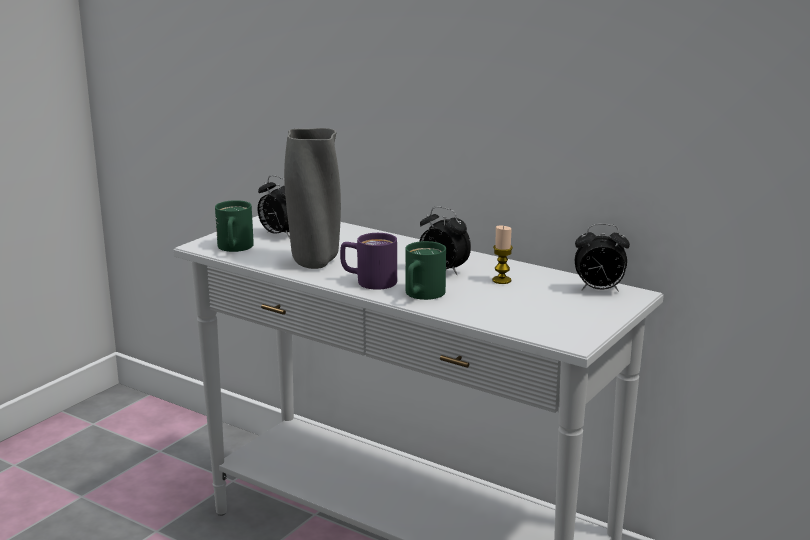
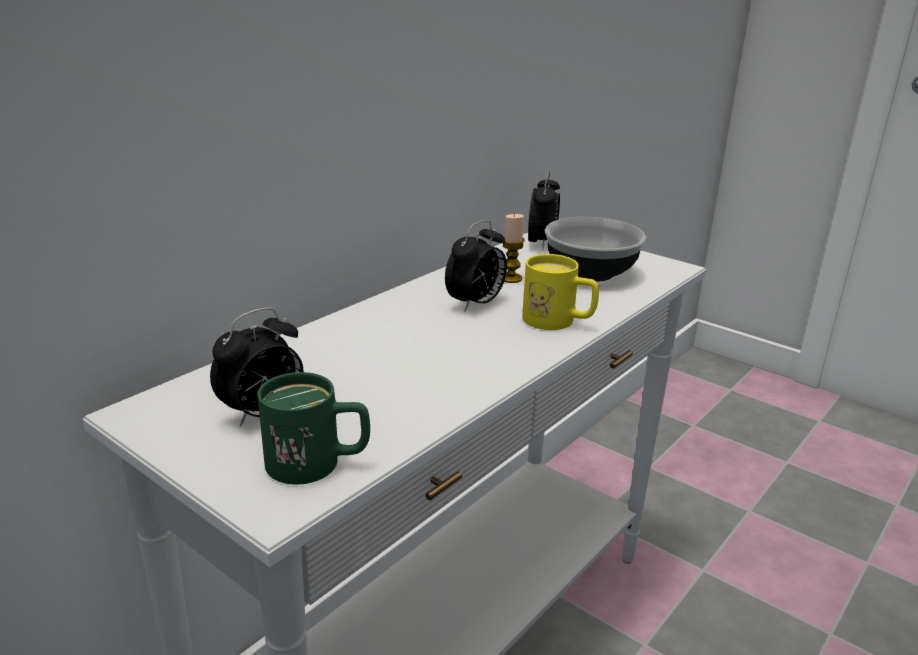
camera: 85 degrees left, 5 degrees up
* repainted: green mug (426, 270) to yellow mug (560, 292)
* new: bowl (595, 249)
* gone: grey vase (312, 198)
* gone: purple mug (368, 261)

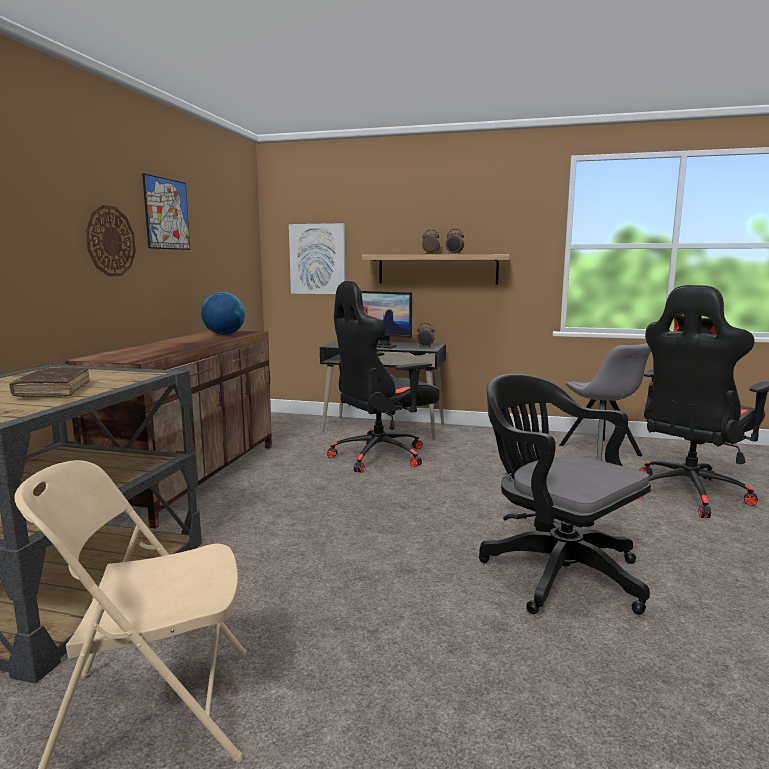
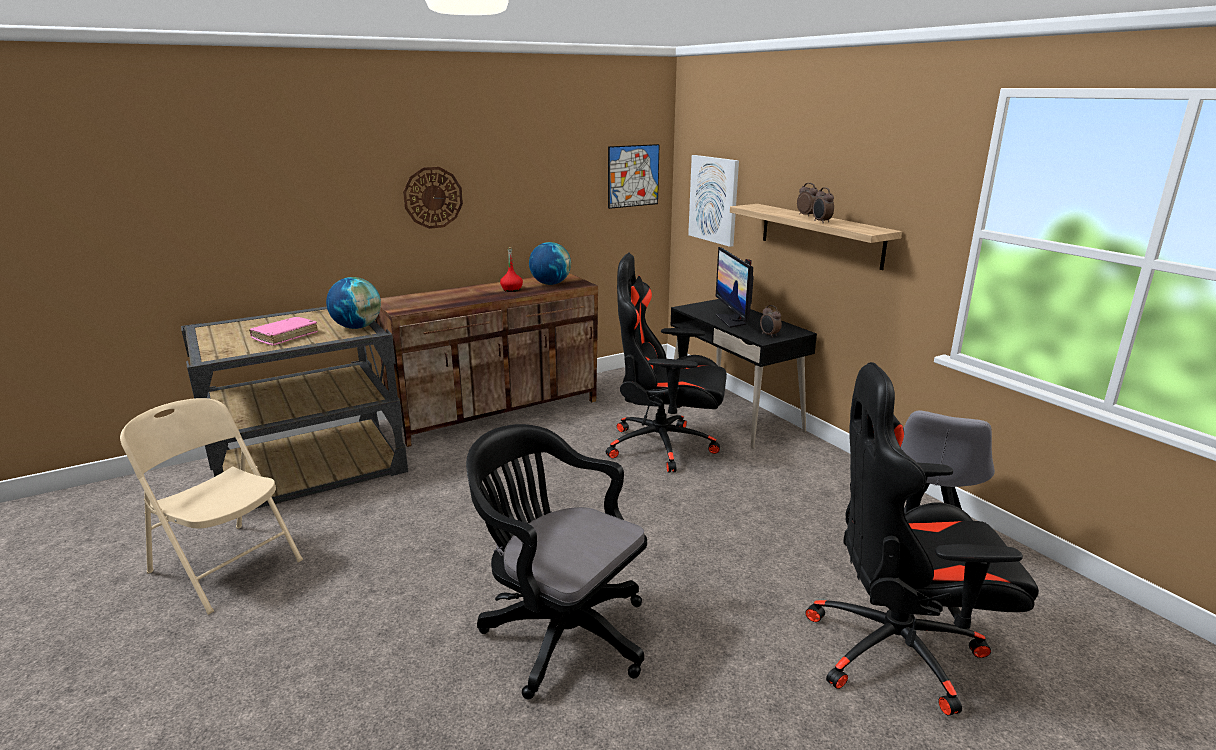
camera: 45 degrees right, 10 degrees up
* repainted: brown book (49, 382) to pink book (283, 331)
* new: globe (353, 303)
* rotated: black office chair (565, 494) = (556, 561) 60 degrees counterclockwise
* new: red bottle (511, 269)
* shifted: picture (166, 211) to (634, 176)

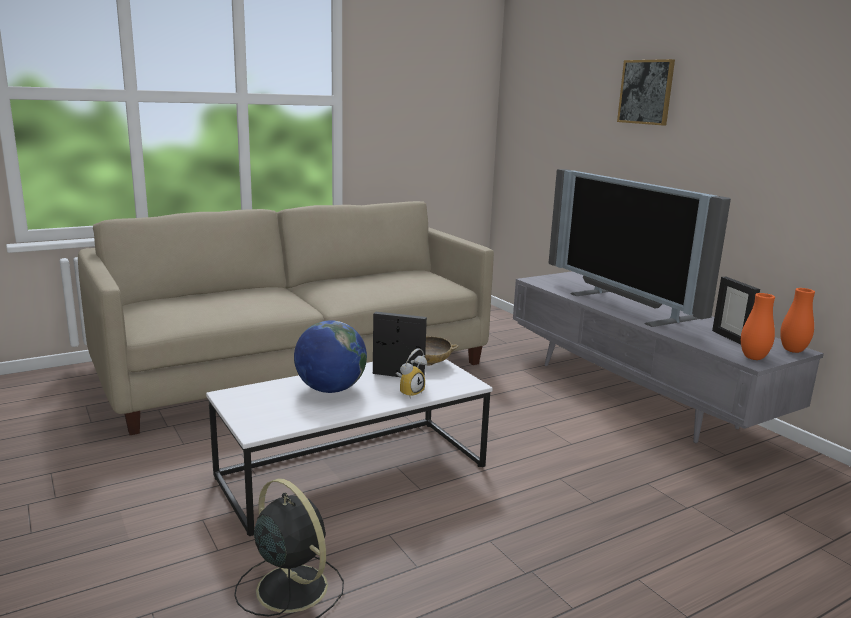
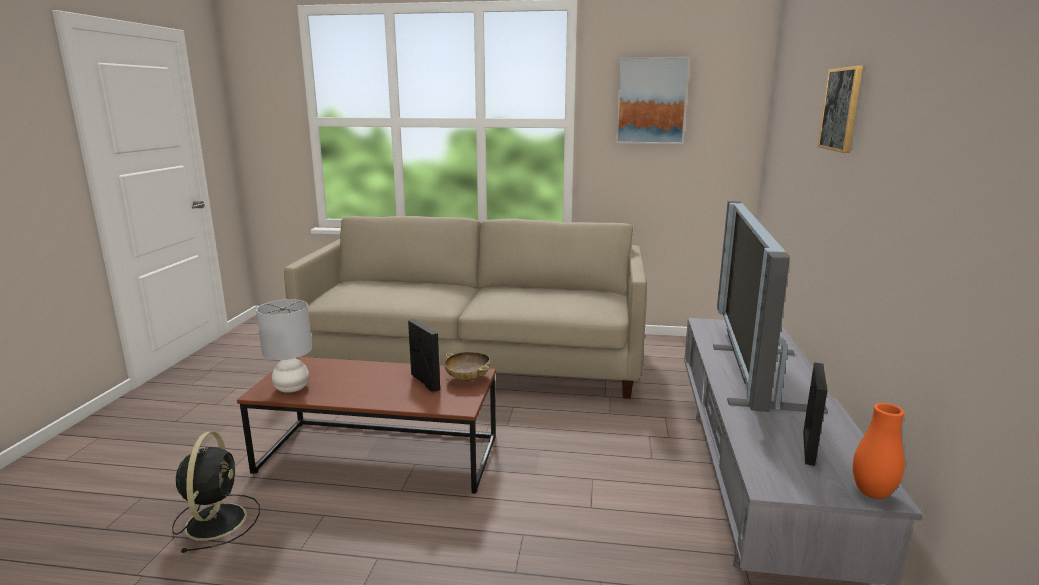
camera: 40 degrees right, 0 degrees up
* repainted: white coffee table (349, 447) to brown coffee table (366, 425)
* new: grey table lamp (284, 346)
* new: picture (653, 100)
* gone: globe (330, 356)
* gone: alarm clock (411, 373)
* gone: orange vase (758, 326)

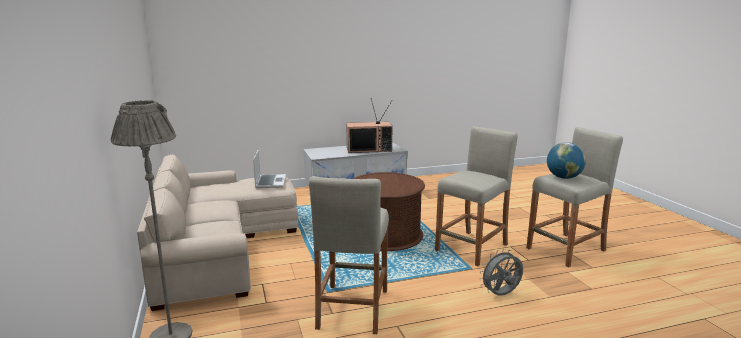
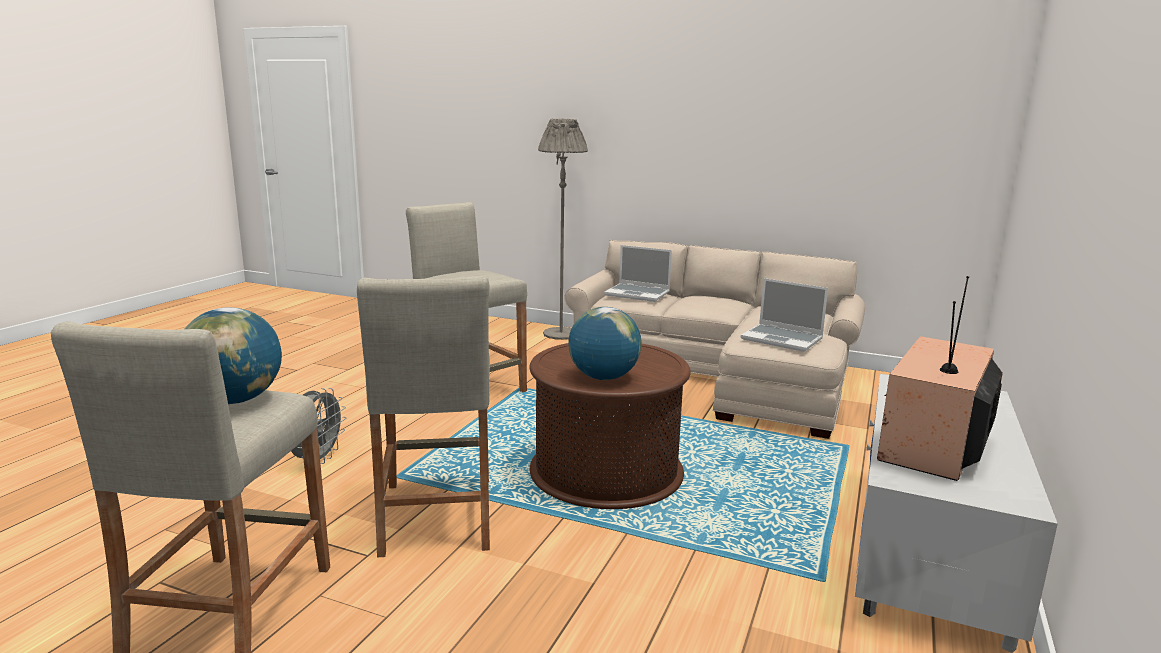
camera: 130 degrees right, 0 degrees up
* new: globe (605, 343)
* new: laptop (638, 273)

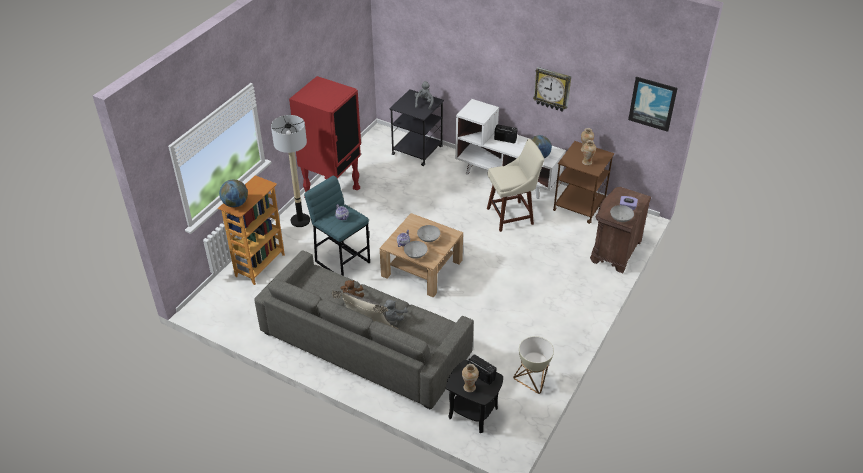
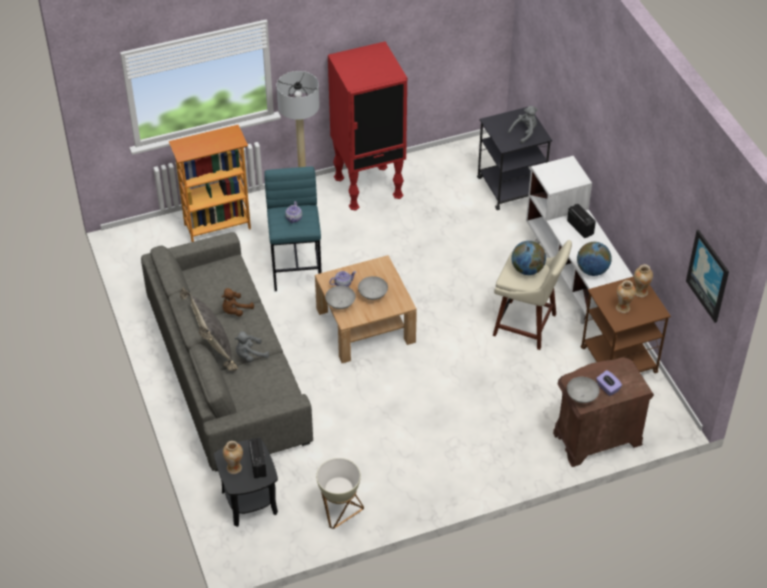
camera: 40 degrees right, 5 degrees up
* shifted: globe (233, 193) to (528, 258)
* gone: wall clock (552, 89)

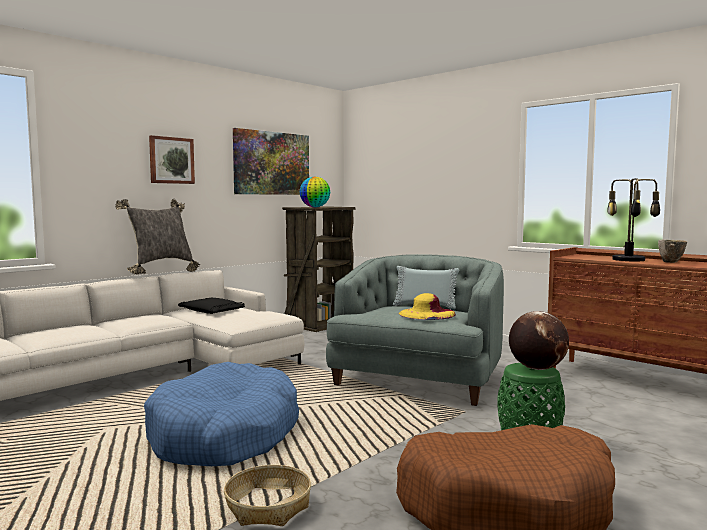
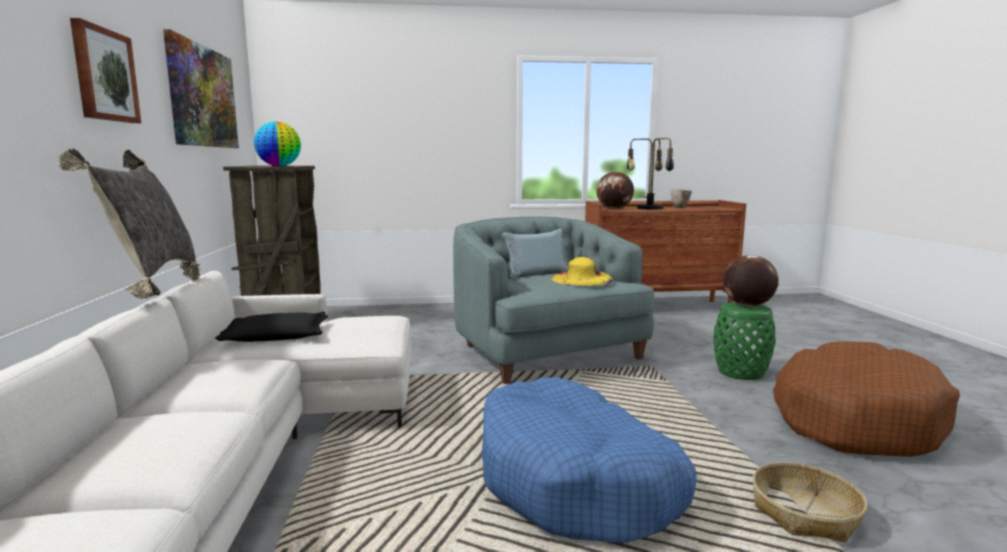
camera: 50 degrees left, 5 degrees up
* new: globe (615, 190)

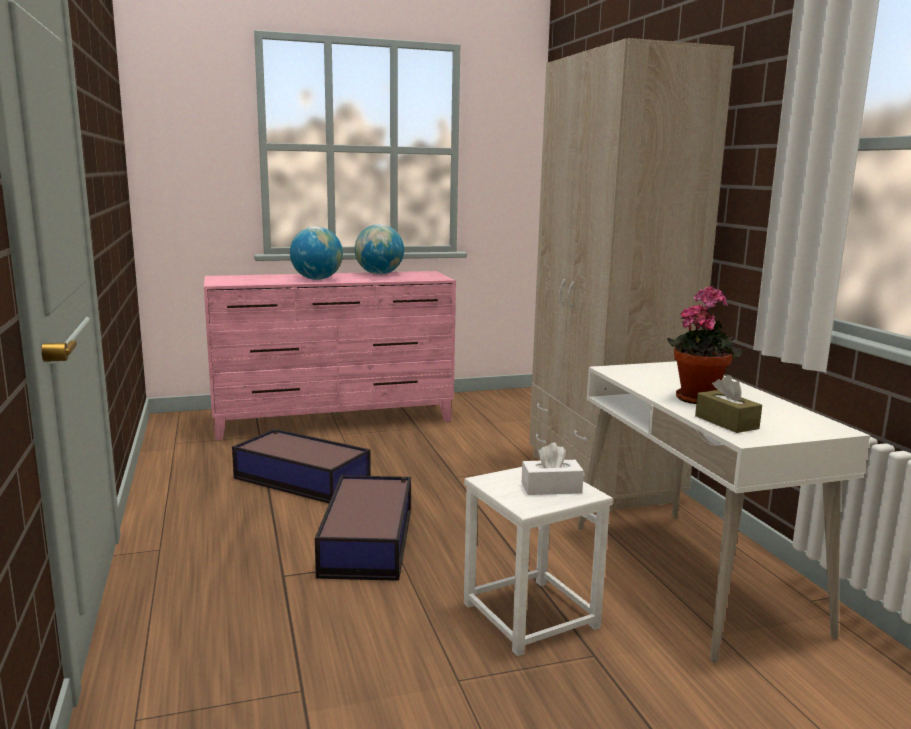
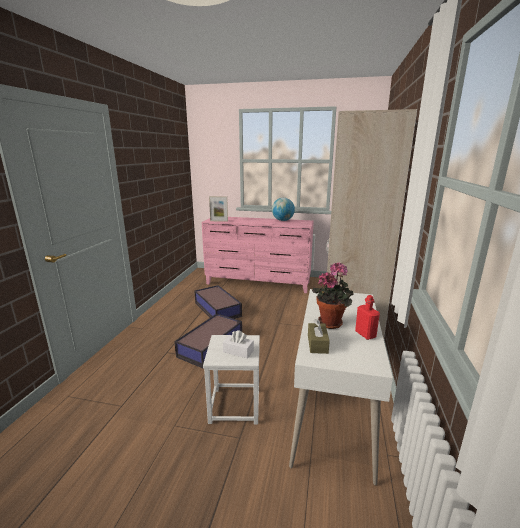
camera: 30 degrees right, 5 degrees up
* new: picture frame (218, 209)
* new: red bottle (367, 317)
* gone: globe (316, 253)

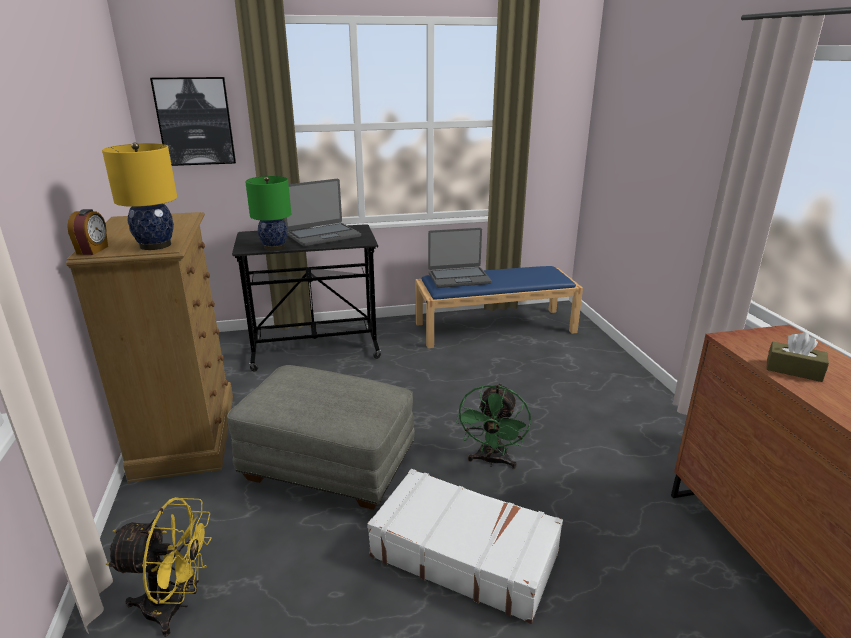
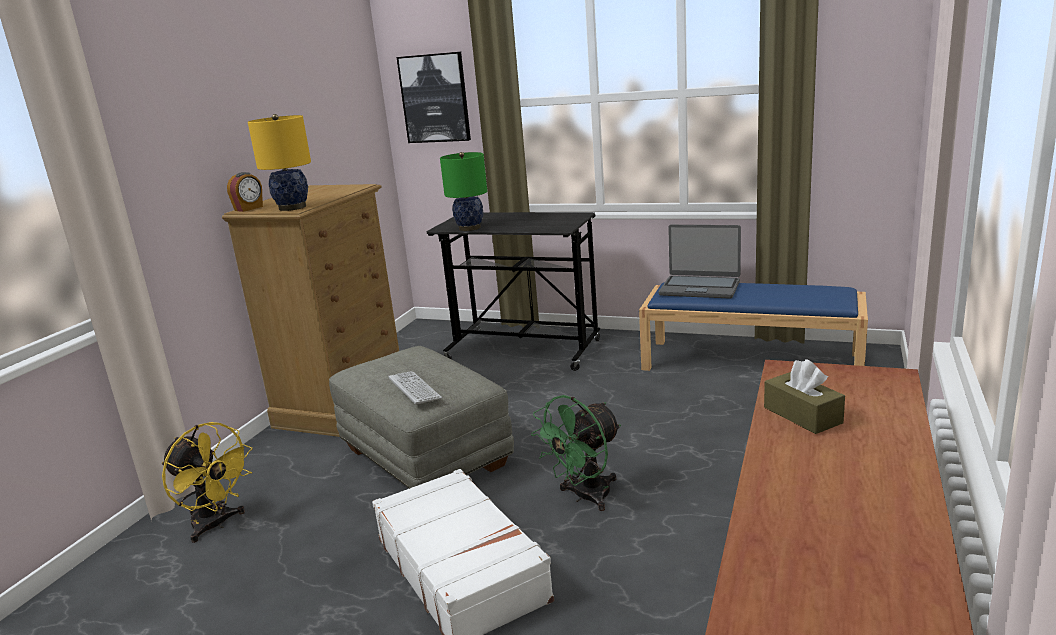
camera: 35 degrees right, 5 degrees down
* new: keyboard (415, 388)
* gone: laptop (323, 213)

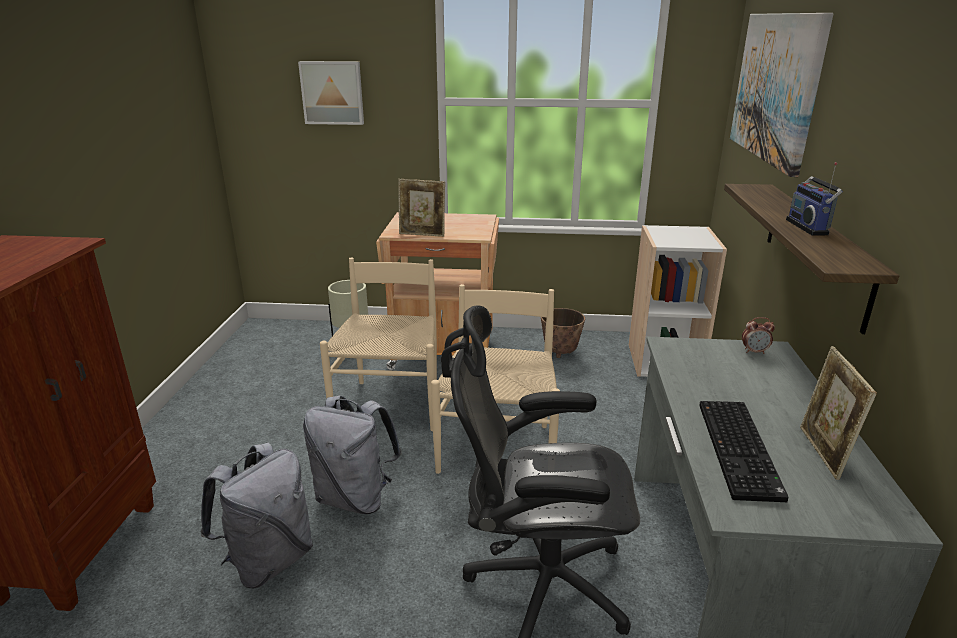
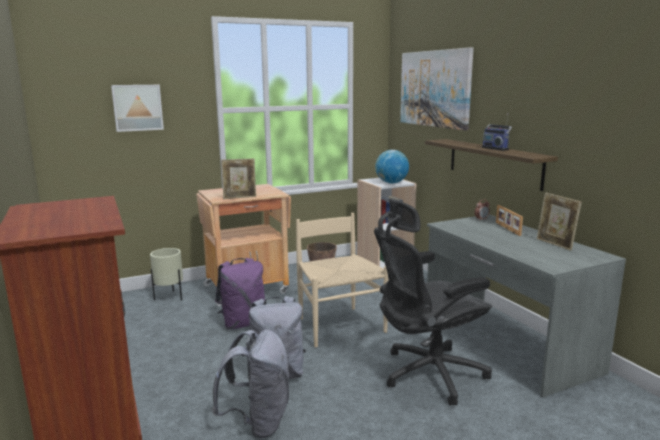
camera: 30 degrees left, 10 degrees down
* swapped: beige chair (378, 344) to purple backpack (240, 293)
* new: globe (392, 166)
* new: picture frame (509, 220)
* gone: keyboard (744, 451)

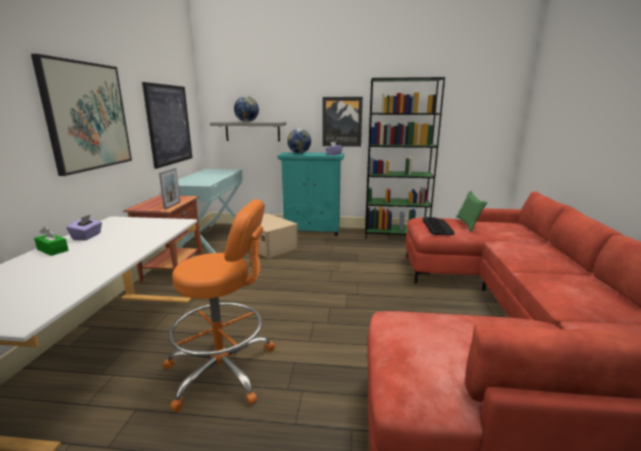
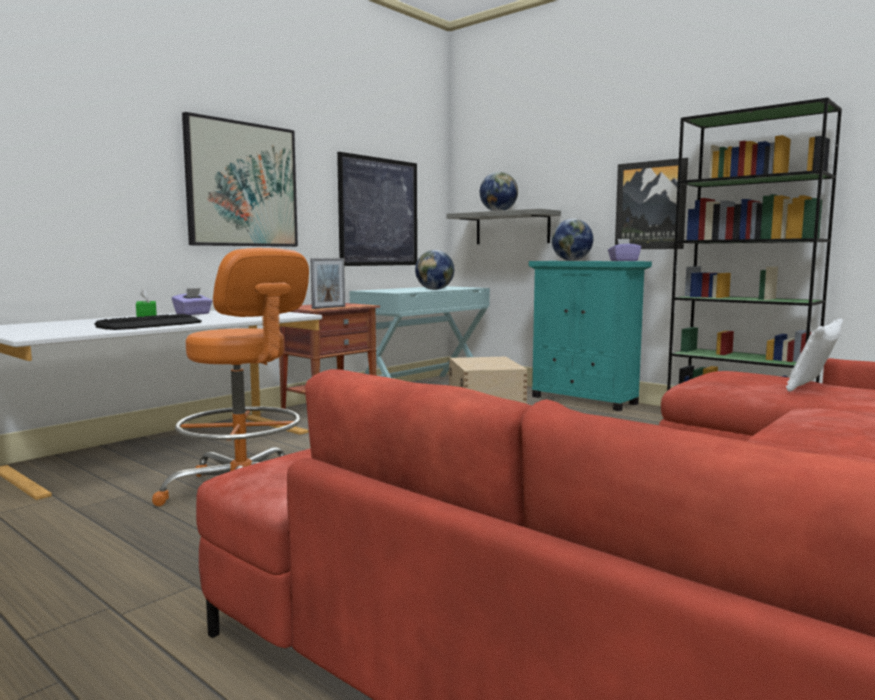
camera: 35 degrees right, 10 degrees down
* shifted: keyboard (438, 226) to (148, 322)
* new: globe (434, 270)
* repainted: green pillow (471, 211) to white pillow (814, 355)

